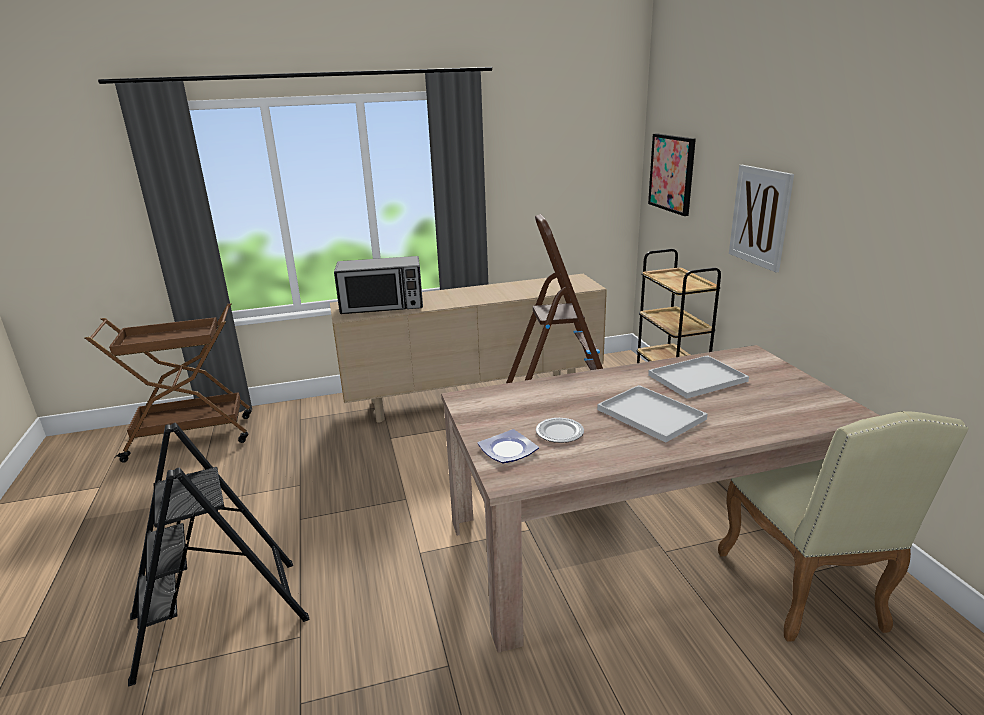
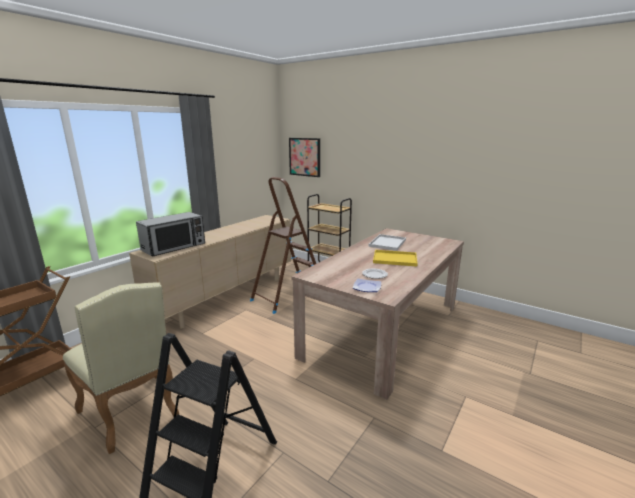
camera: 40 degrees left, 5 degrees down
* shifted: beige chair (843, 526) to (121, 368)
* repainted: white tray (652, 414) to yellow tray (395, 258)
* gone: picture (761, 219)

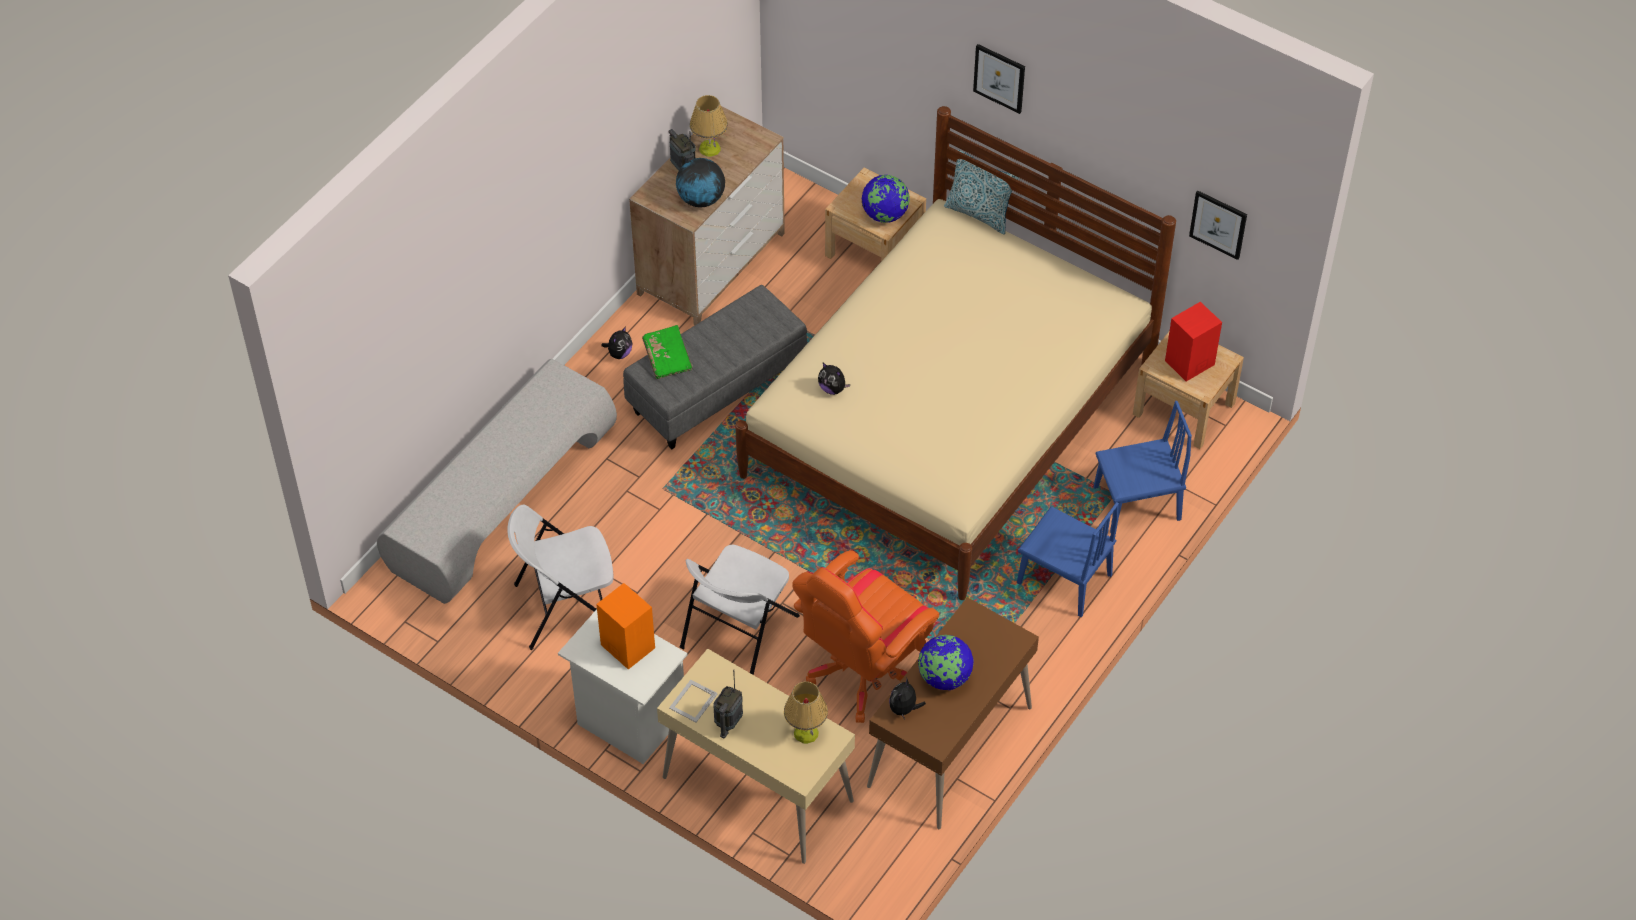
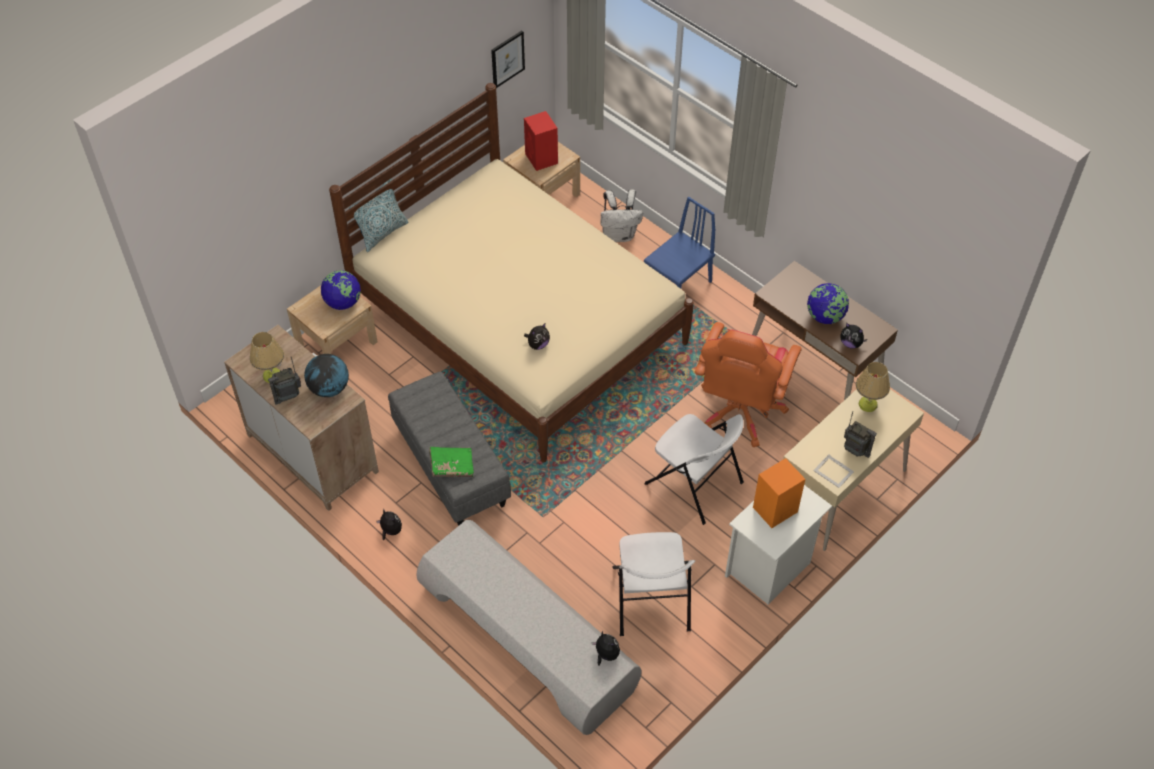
camera: 80 degrees left, 0 degrees up
* new: plush toy (606, 648)
* swapped: blue chair (1142, 467) to white backpack (622, 215)
* rotated: orange office chair (865, 636) = (748, 384) 60 degrees clockwise
* gone: picture (999, 79)

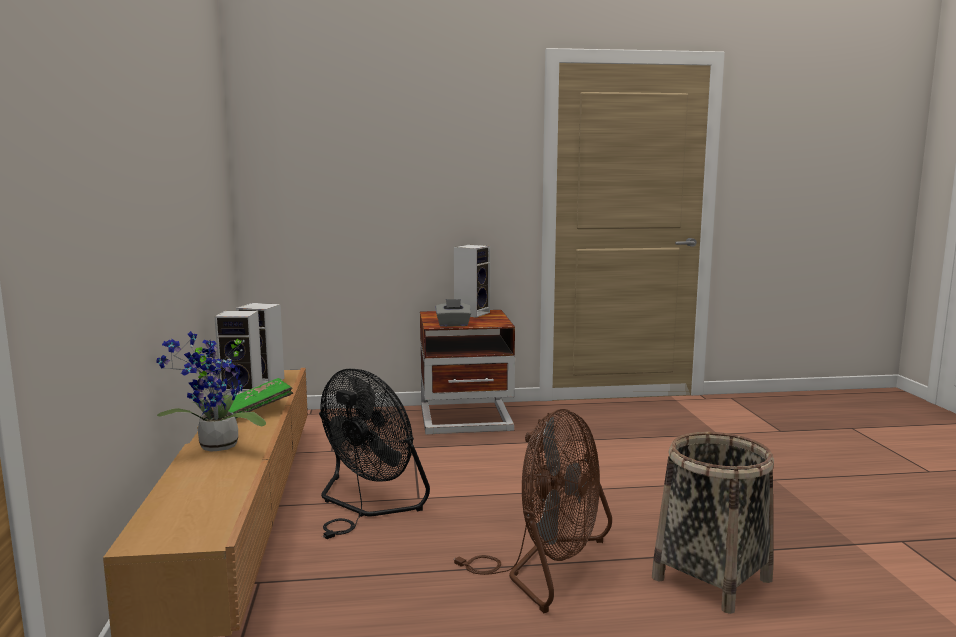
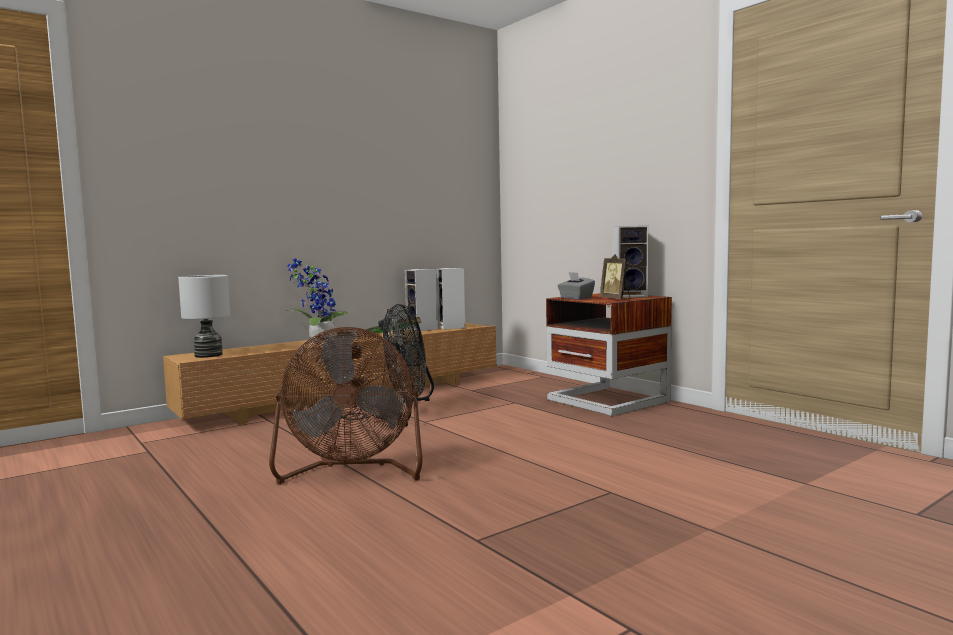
camera: 60 degrees right, 5 degrees down
* new: grey table lamp (204, 316)
* new: picture frame (615, 277)
* gone: basket (713, 523)

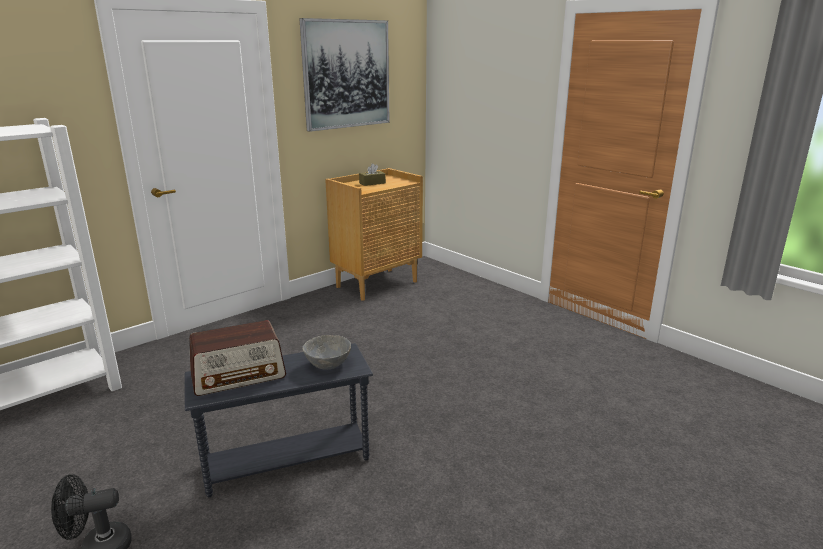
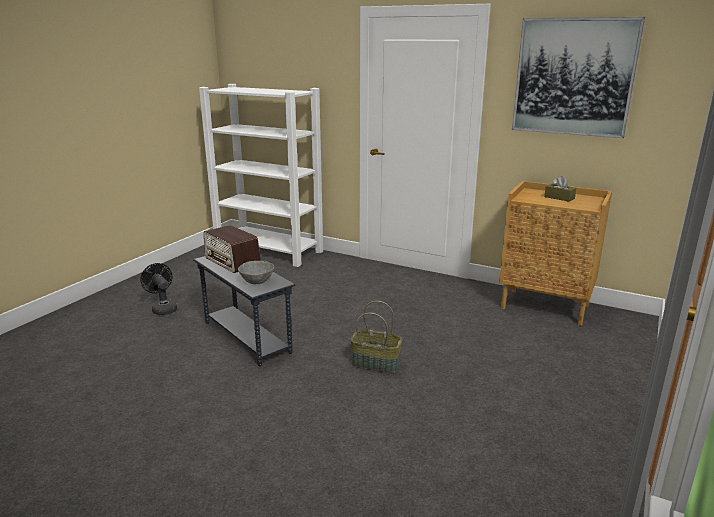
camera: 70 degrees right, 0 degrees up
* new: basket (376, 337)

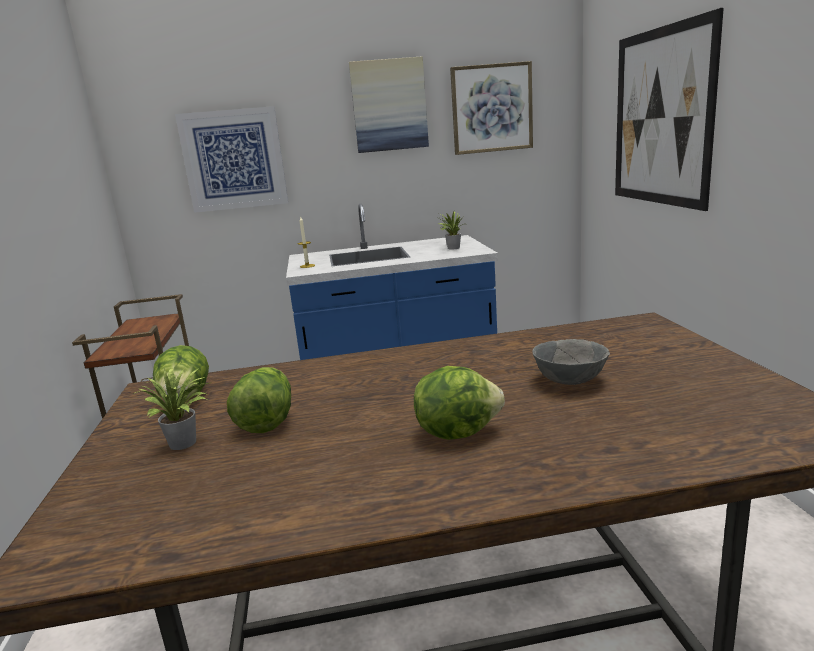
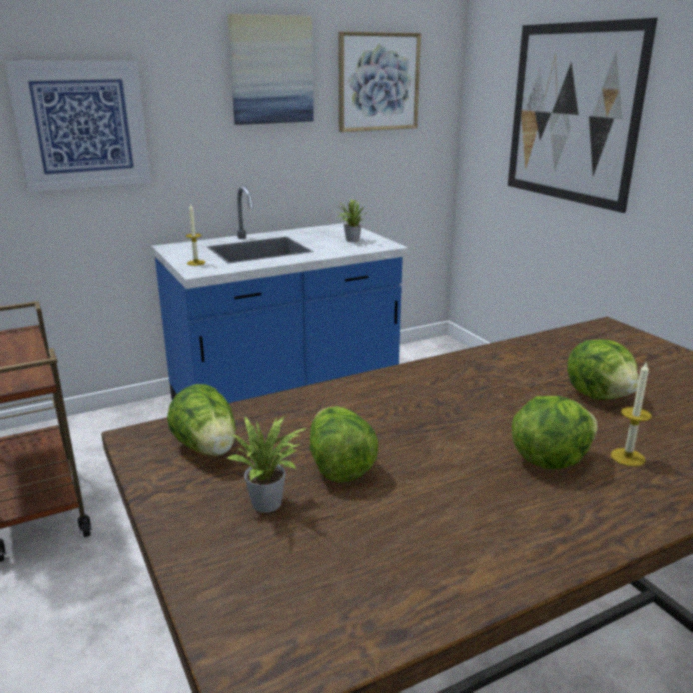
camera: 20 degrees left, 5 degrees up
* swapped: grey bowl (571, 362) to lettuce (603, 370)
* new: candle (631, 414)

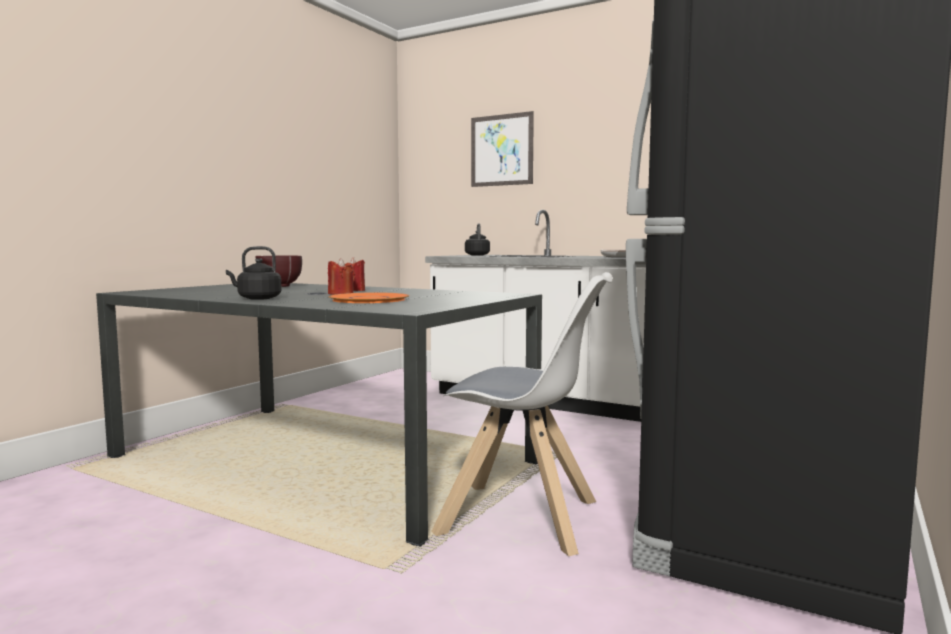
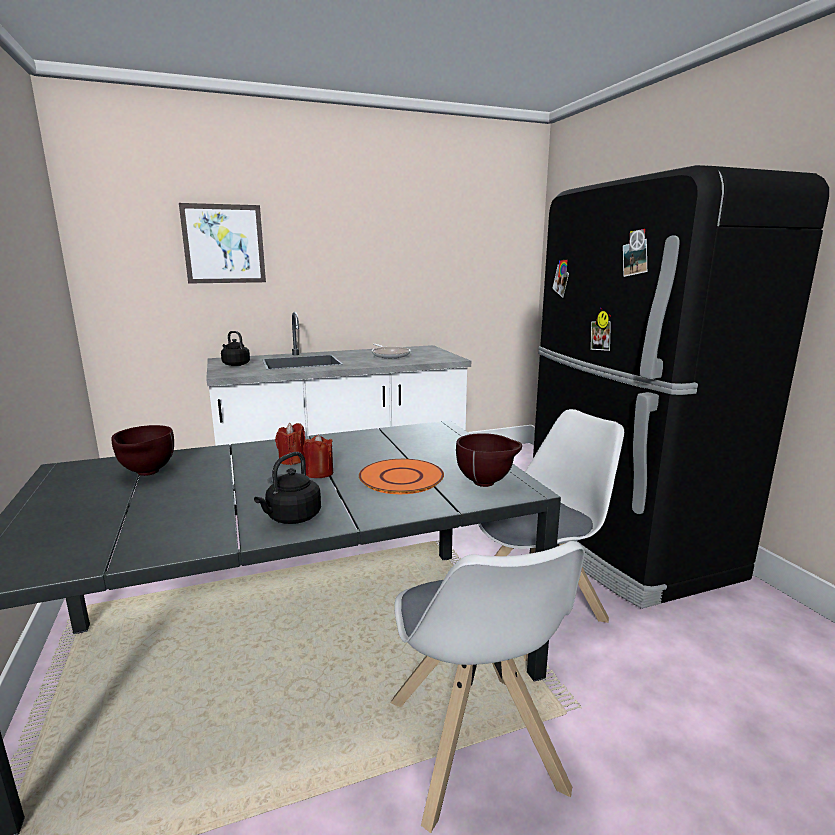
camera: 50 degrees left, 10 degrees up
* new: chair (488, 687)
* new: brown bowl (489, 460)

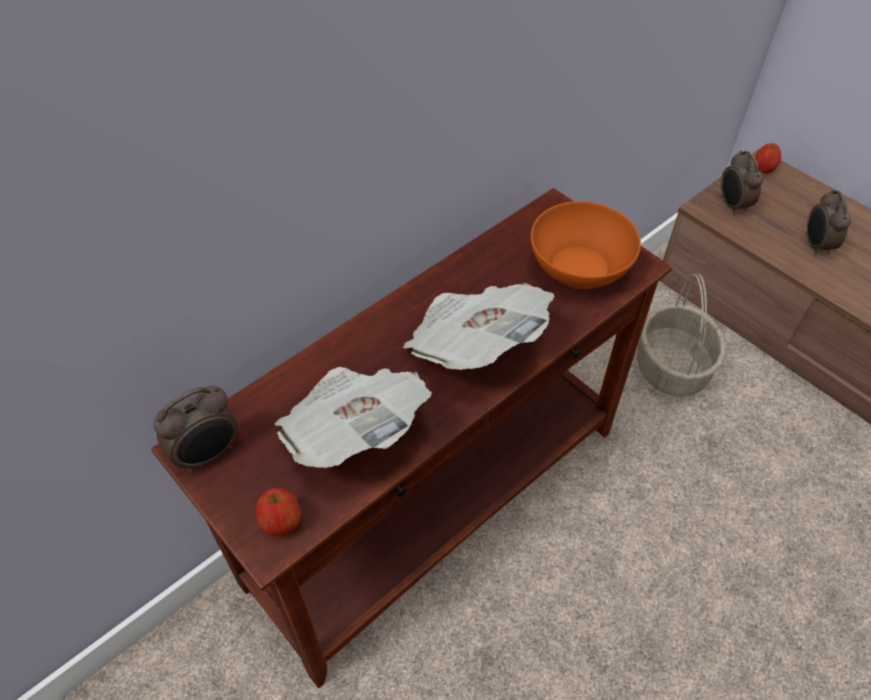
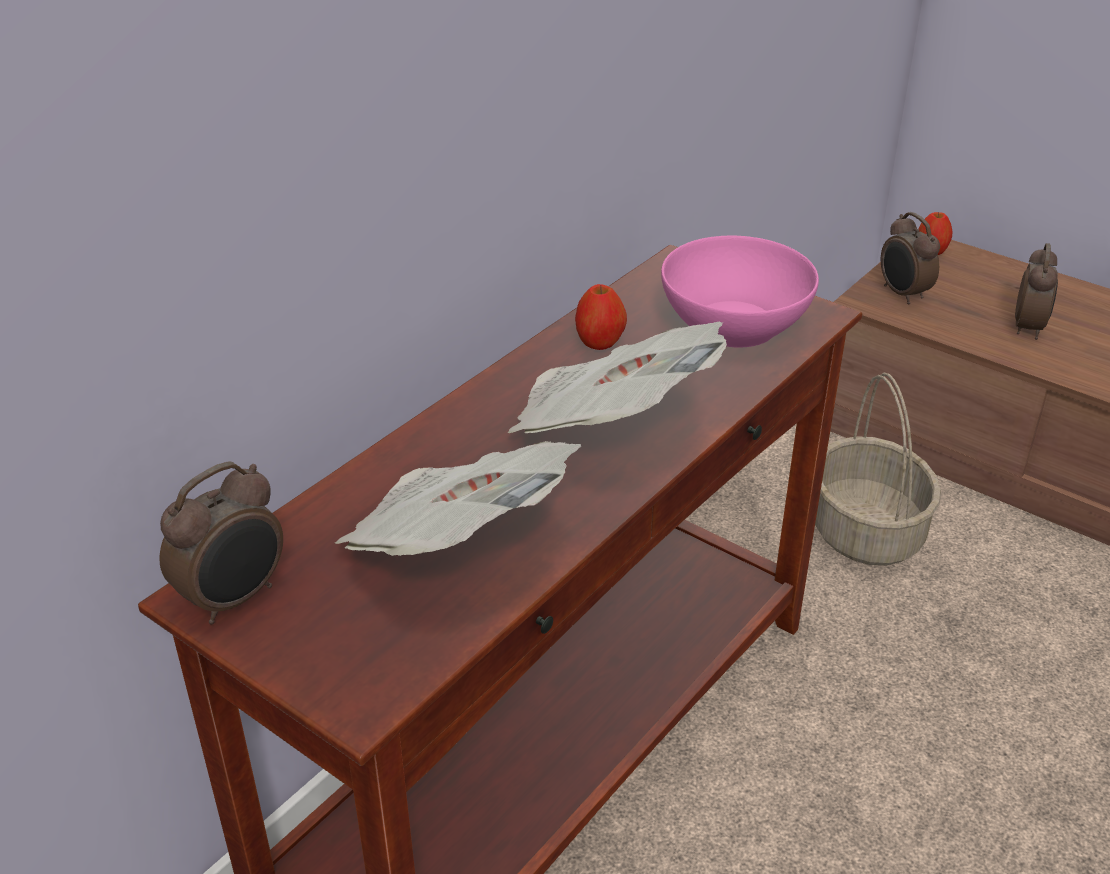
camera: 10 degrees left, 15 degrees down
* shifted: apple (278, 512) to (601, 317)
* repainted: orange bowl (586, 245) to pink bowl (740, 292)
* rotated: alarm clock (828, 222) = (1036, 291) 150 degrees counterclockwise

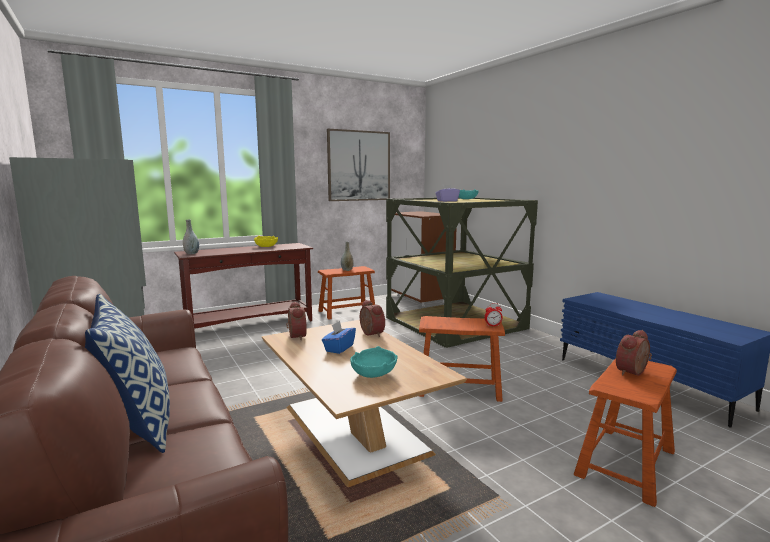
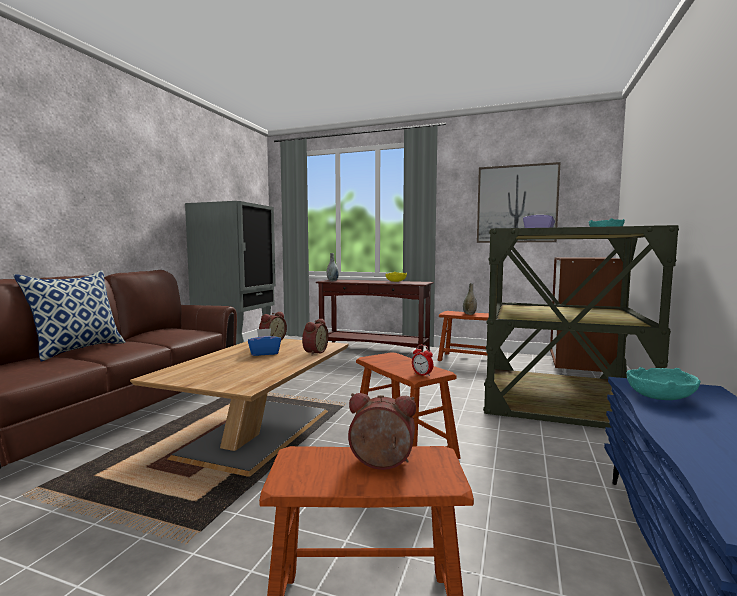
camera: 50 degrees right, 5 degrees down
* shifted: turquoise bowl (373, 362) to (664, 383)

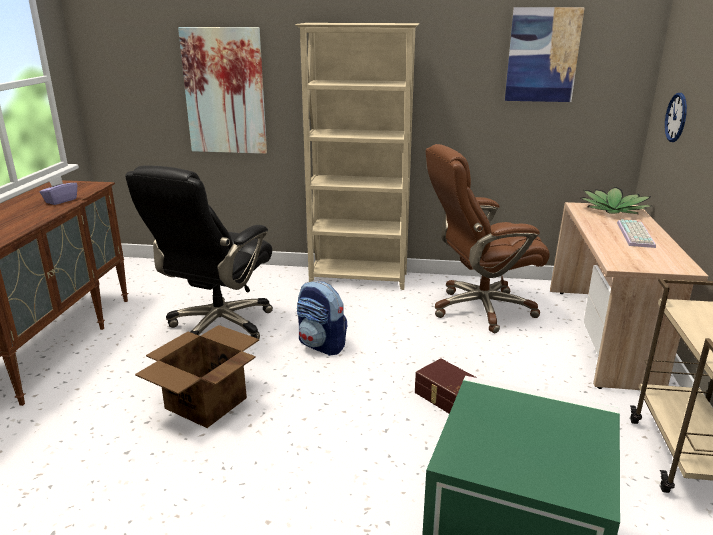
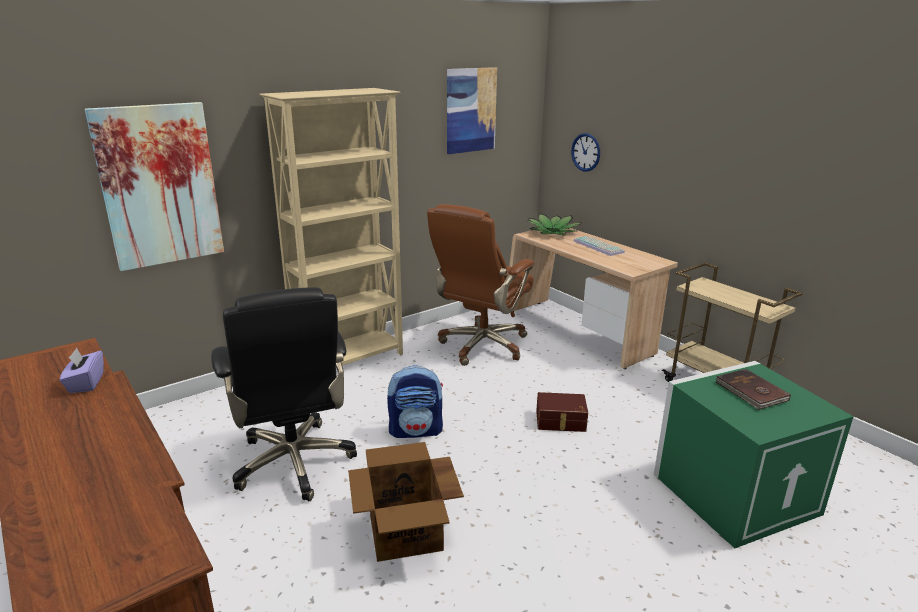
camera: 45 degrees left, 0 degrees up
* new: brown book (753, 389)

